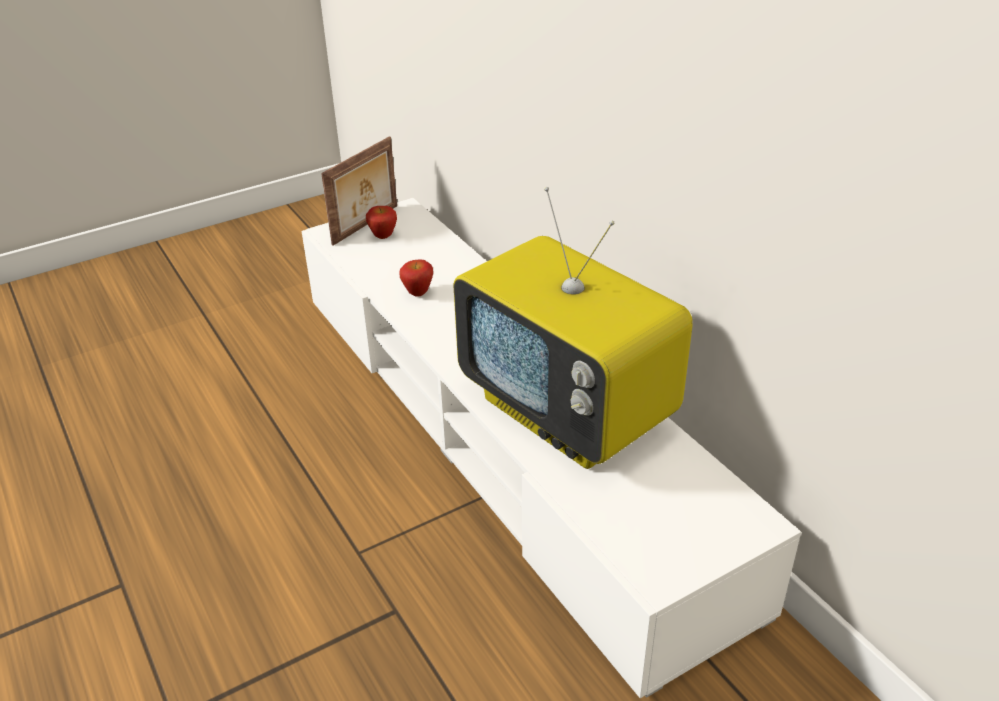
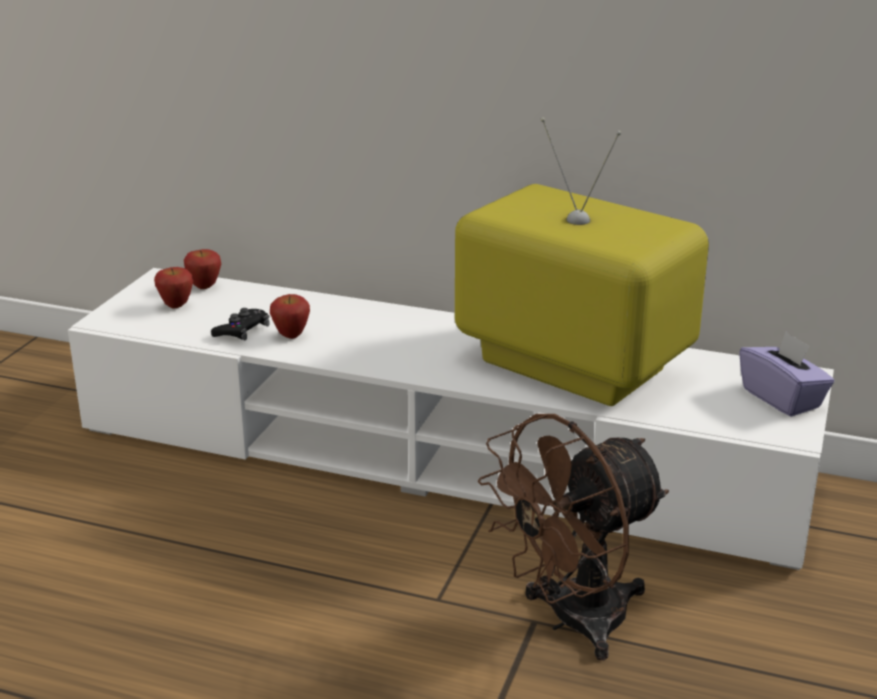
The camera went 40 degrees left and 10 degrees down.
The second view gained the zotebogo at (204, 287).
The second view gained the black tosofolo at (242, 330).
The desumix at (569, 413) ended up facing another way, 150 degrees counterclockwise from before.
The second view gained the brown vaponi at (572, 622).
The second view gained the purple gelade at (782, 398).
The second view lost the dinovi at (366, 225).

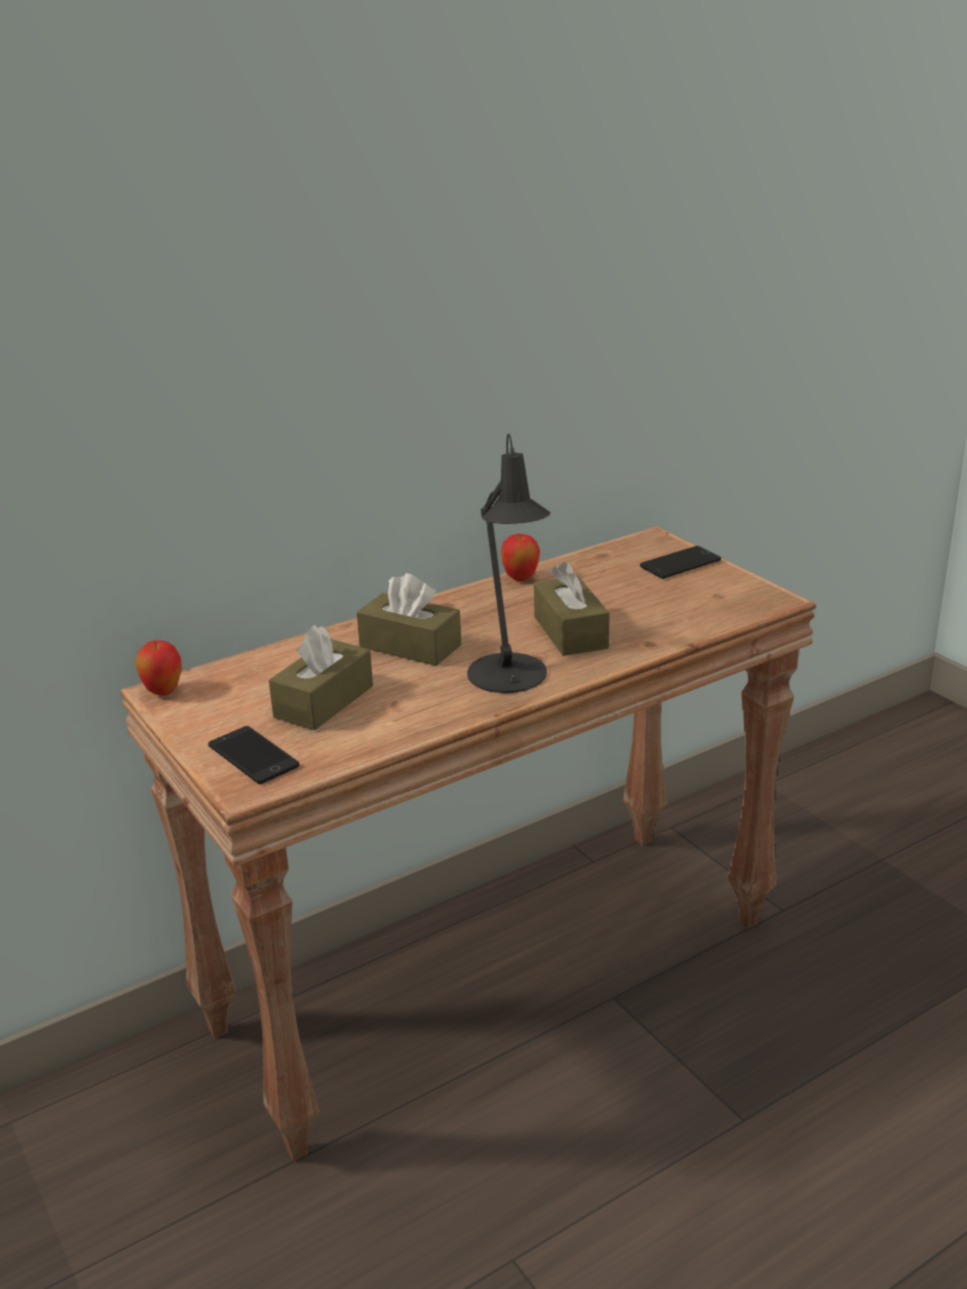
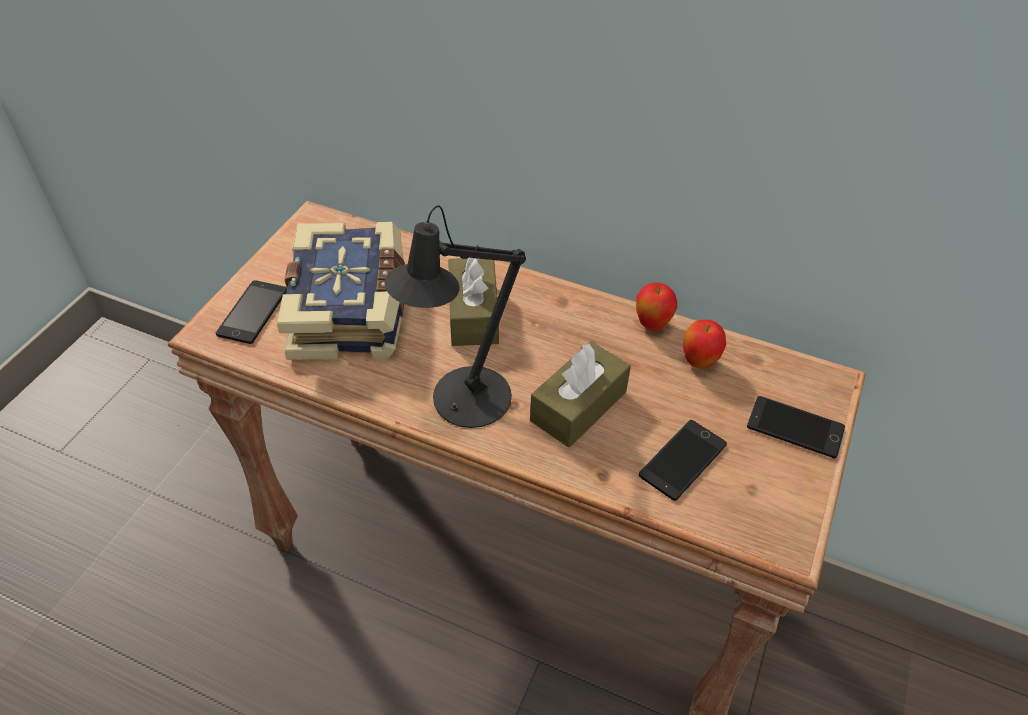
The camera went 55 degrees right and 20 degrees up.
Where the brown gelade stood at (324, 701), the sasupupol came to stand at (352, 309).
The second view gained the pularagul at (682, 460).
The zotebogo ended up elsewhere, having gone from (163, 692) to (699, 362).

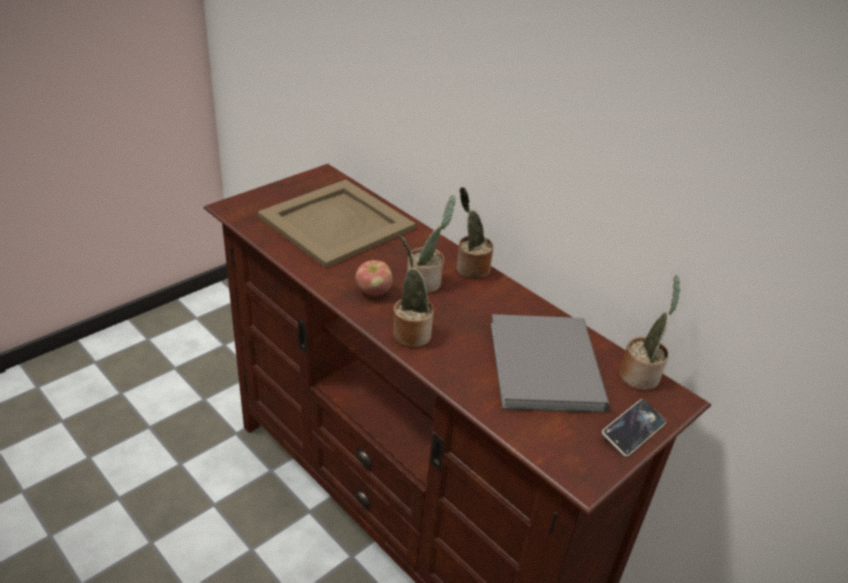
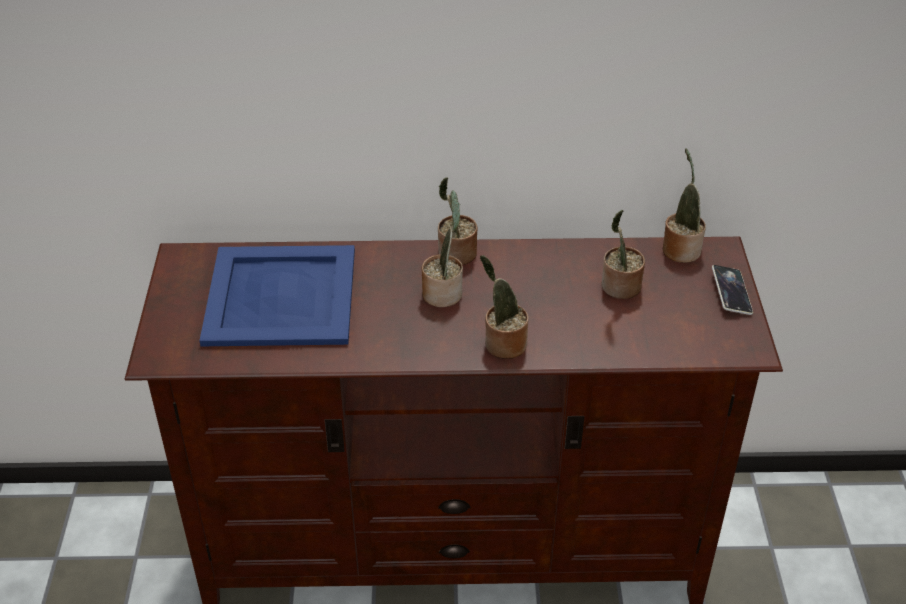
The camera went 45 degrees left and 5 degrees up.
What was the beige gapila at (336, 223) turned into the blue gapila at (282, 297).
Where the grey sasupupol stood at (548, 362), the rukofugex came to stand at (619, 287).
The second view lost the zotebogo at (373, 292).

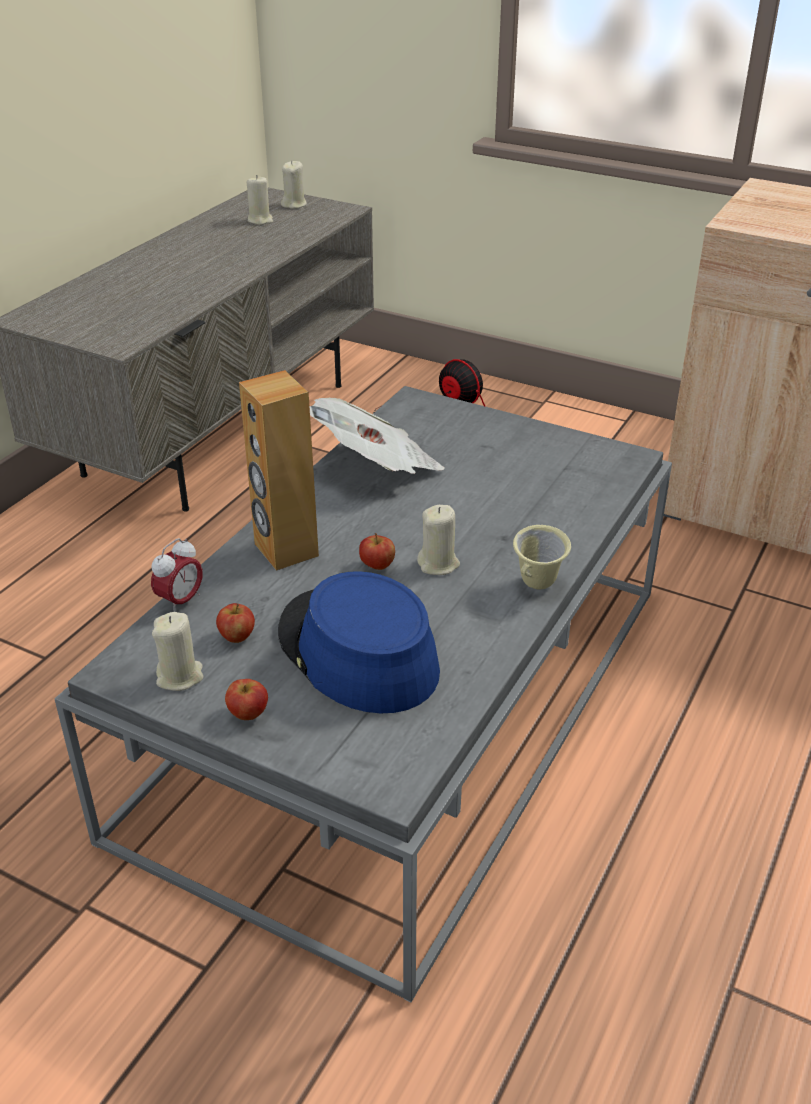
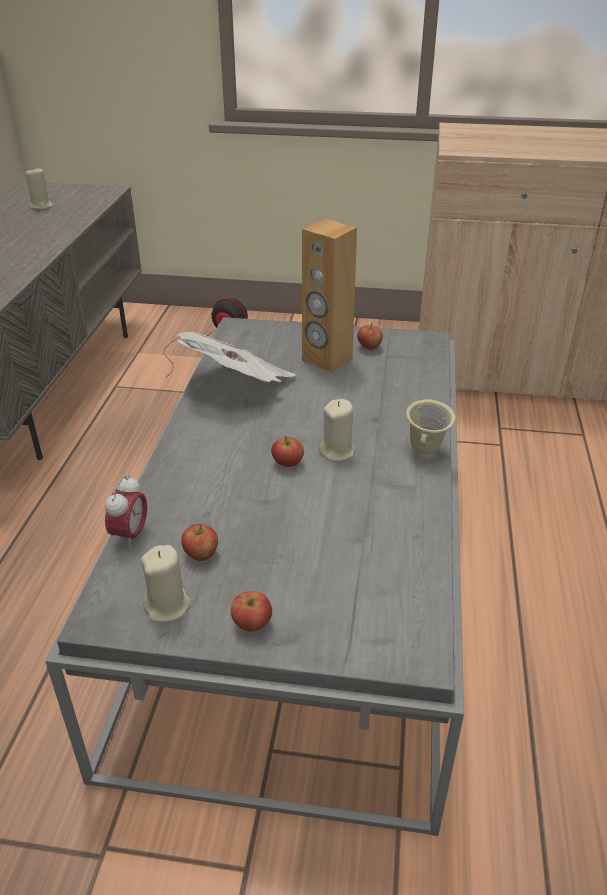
The camera went 20 degrees left and 0 degrees up.
The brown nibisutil ended up elsewhere, having gone from (285, 550) to (326, 360).
The second view gained the zotebogo at (369, 347).
The second view lost the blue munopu at (357, 652).
The second view lost the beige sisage at (294, 204).

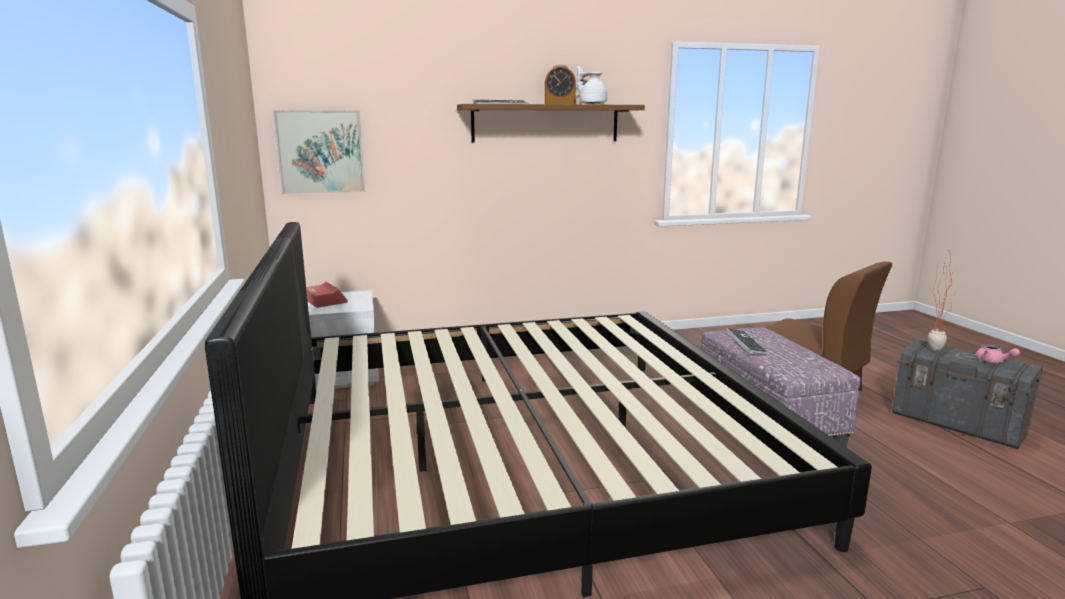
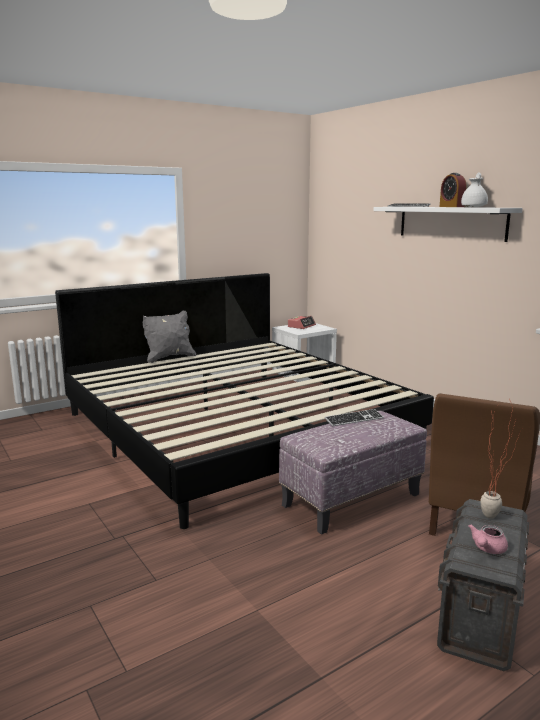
The camera went 70 degrees right and 0 degrees up.
The second view gained the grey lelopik at (169, 358).
What was the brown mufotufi at (545, 123) turned into the white mufotufi at (451, 222).
The second view lost the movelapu at (320, 152).

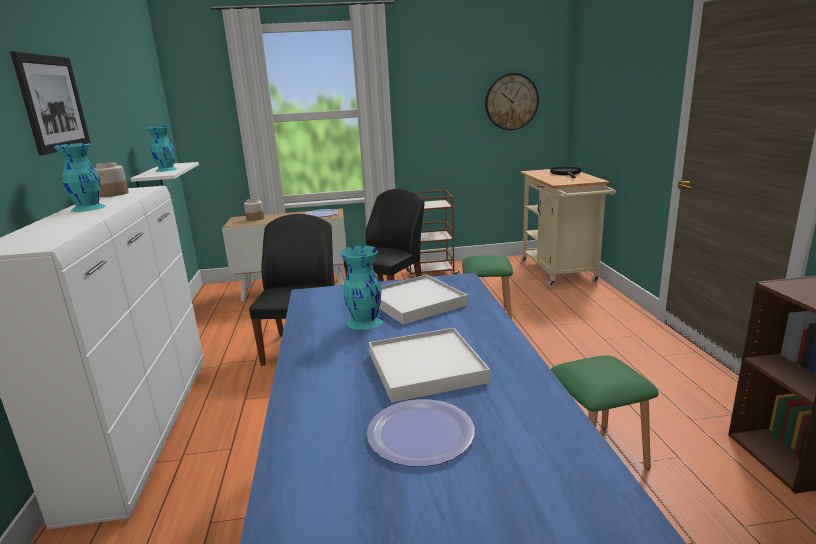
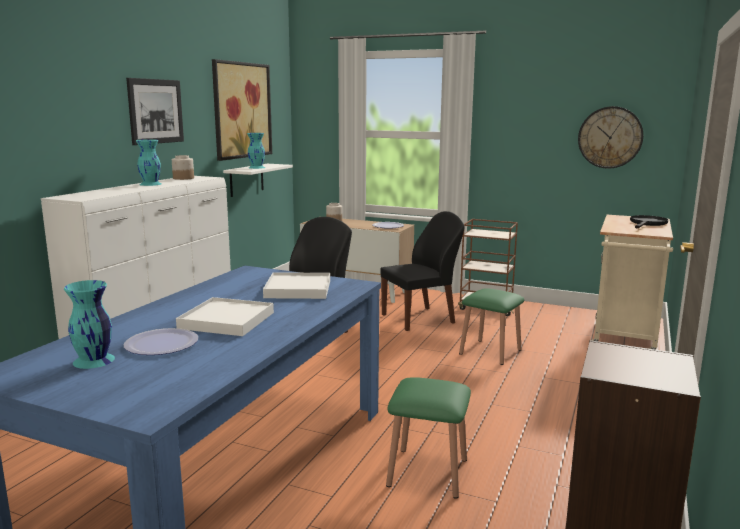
The camera went 30 degrees right and 5 degrees down.
The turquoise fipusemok ended up elsewhere, having gone from (365, 322) to (93, 361).
The second view gained the movelapu at (242, 110).

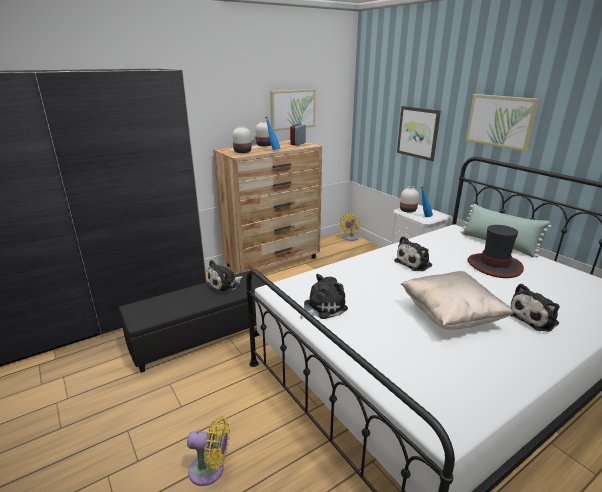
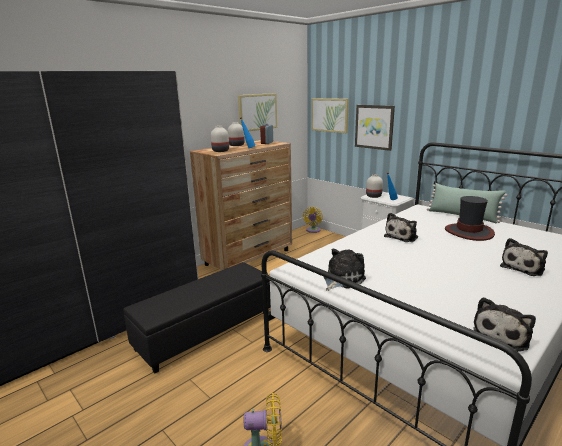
The camera went 10 degrees left and 5 degrees down.
The movelapu ended up elsewhere, having gone from (500, 121) to (330, 115).
The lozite ended up elsewhere, having gone from (225, 284) to (501, 334).
The second view lost the beige lelopik at (450, 316).

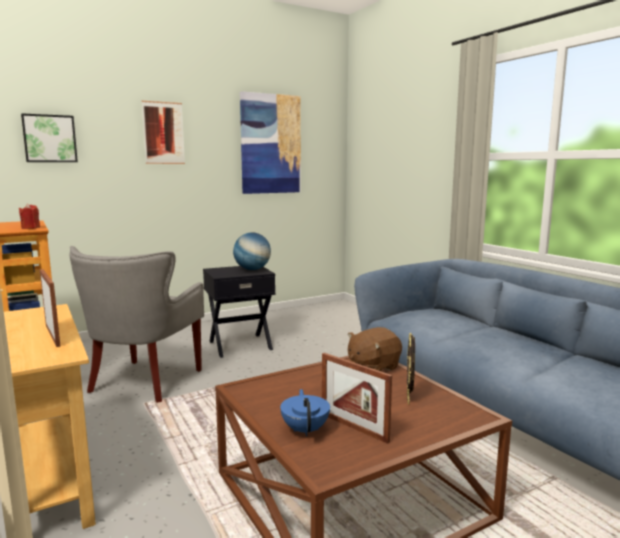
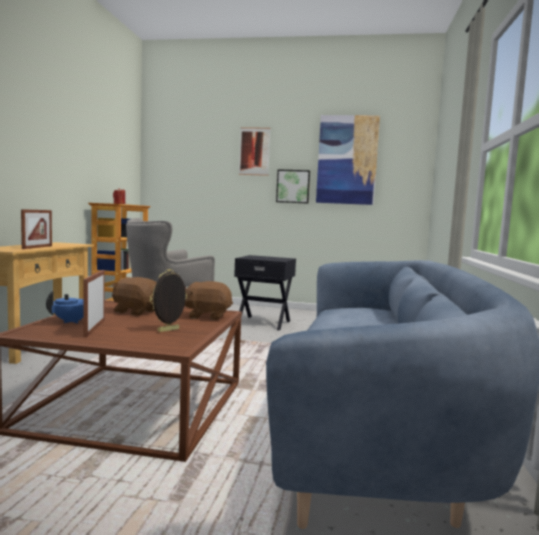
The camera went 40 degrees right and 5 degrees down.
The second view gained the brown lozite at (136, 311).
The movelapu ended up elsewhere, having gone from (50, 138) to (293, 186).
The second view lost the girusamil at (252, 269).

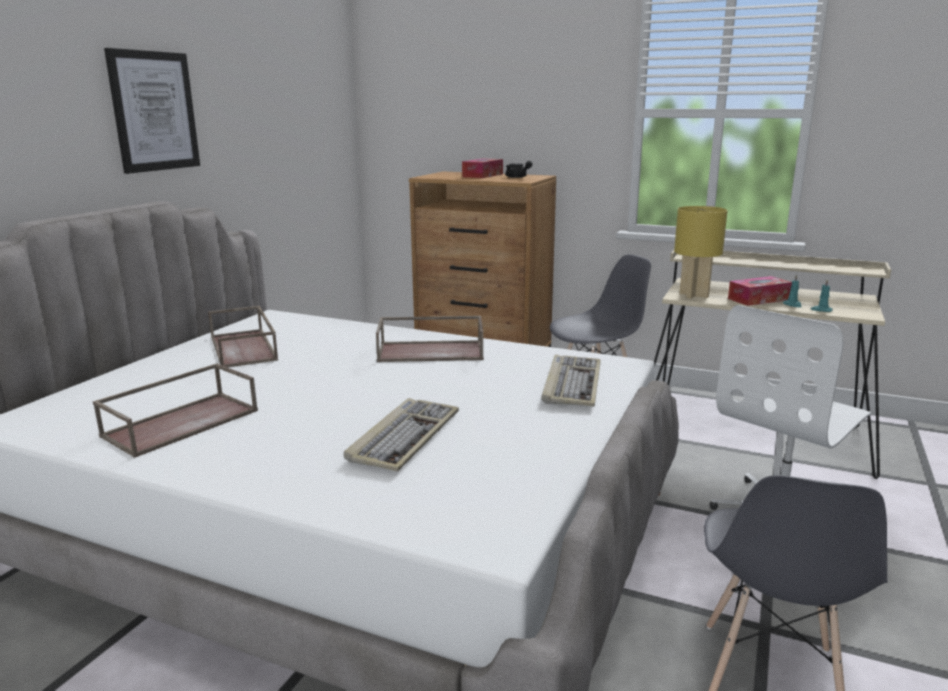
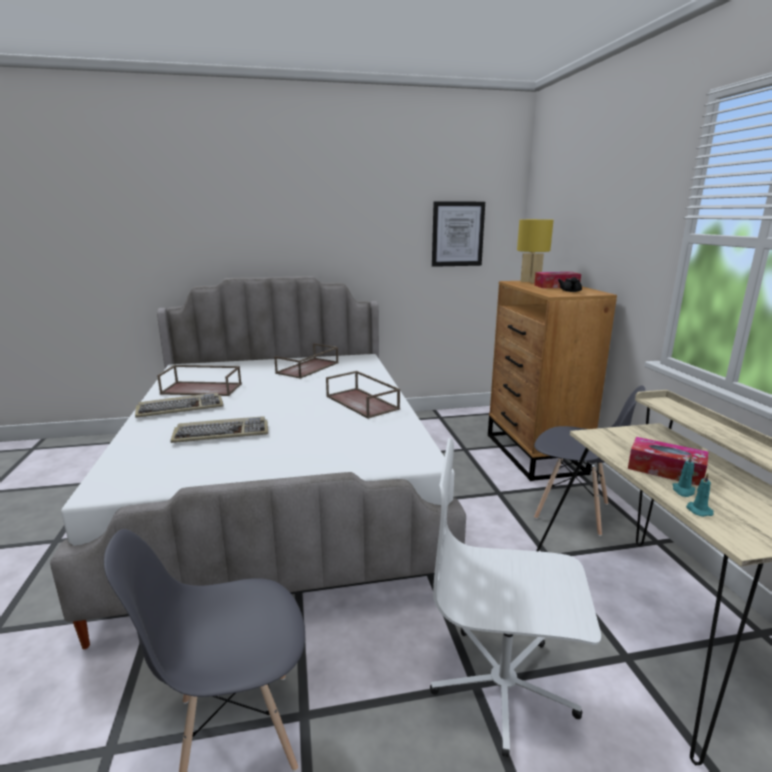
The camera went 55 degrees right and 0 degrees up.
The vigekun ended up elsewhere, having gone from (571, 383) to (181, 408).
The movelapu ended up elsewhere, having gone from (154, 111) to (457, 234).
The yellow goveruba ended up elsewhere, having gone from (693, 295) to (530, 281).

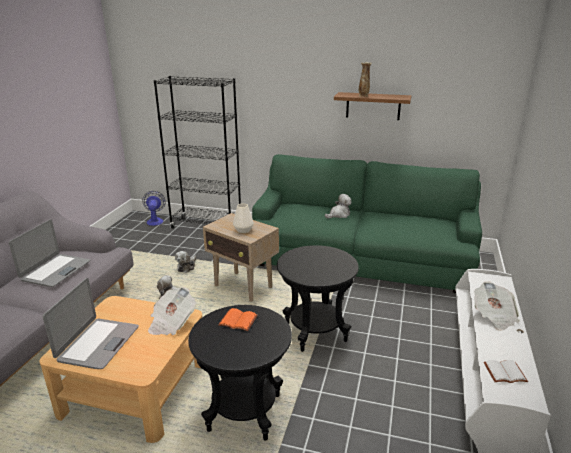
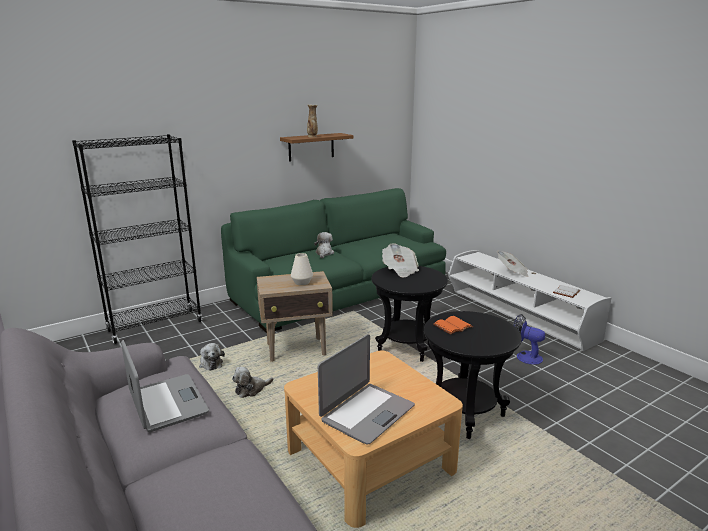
The camera went 50 degrees left and 5 degrees down.
The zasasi at (98, 344) ended up facing another way, 75 degrees clockwise from before.
The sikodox ended up elsewhere, having gone from (171, 323) to (400, 270).
The vaponi ended up elsewhere, having gone from (155, 220) to (524, 356).

